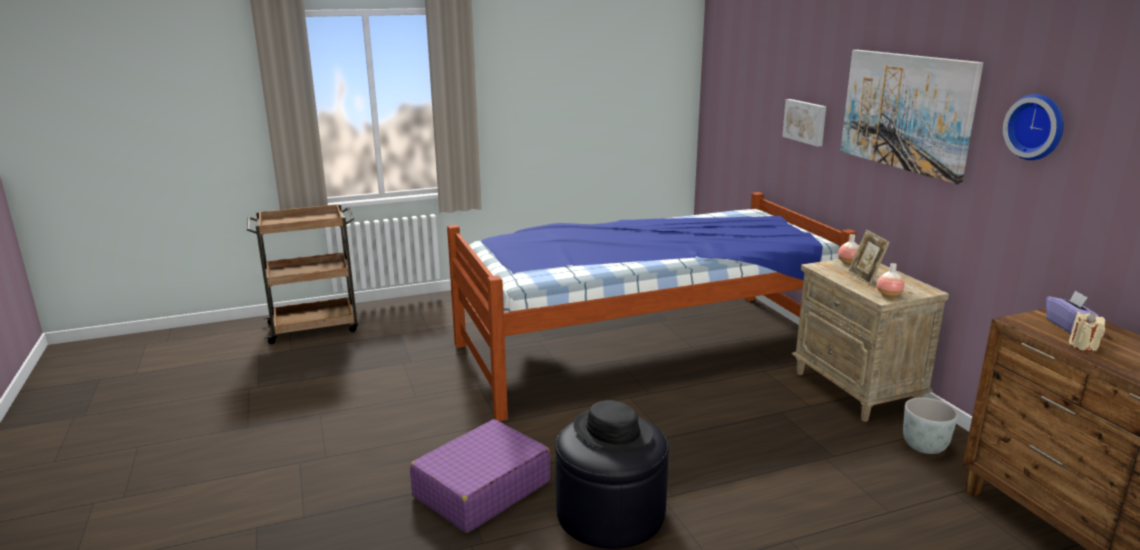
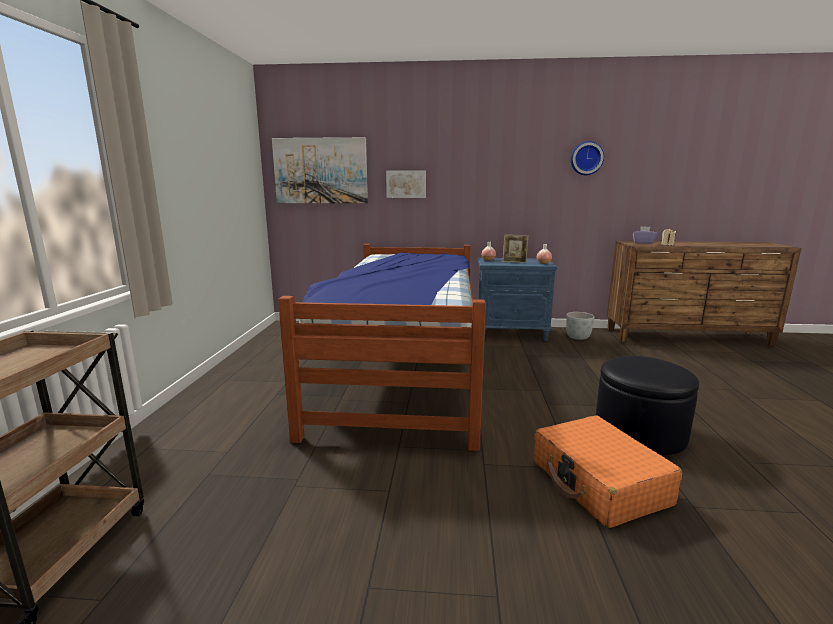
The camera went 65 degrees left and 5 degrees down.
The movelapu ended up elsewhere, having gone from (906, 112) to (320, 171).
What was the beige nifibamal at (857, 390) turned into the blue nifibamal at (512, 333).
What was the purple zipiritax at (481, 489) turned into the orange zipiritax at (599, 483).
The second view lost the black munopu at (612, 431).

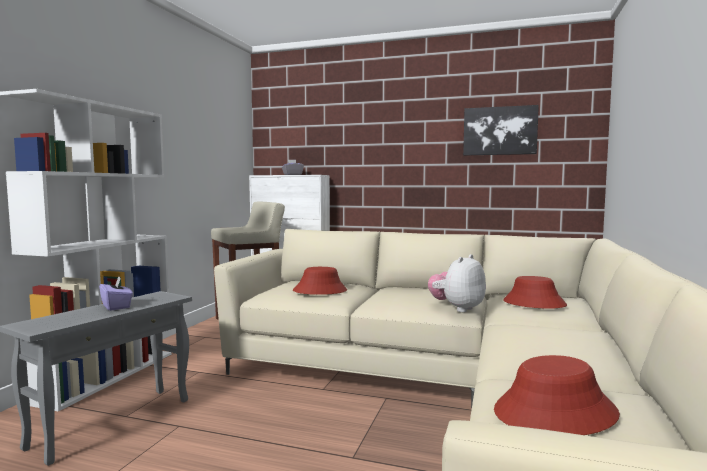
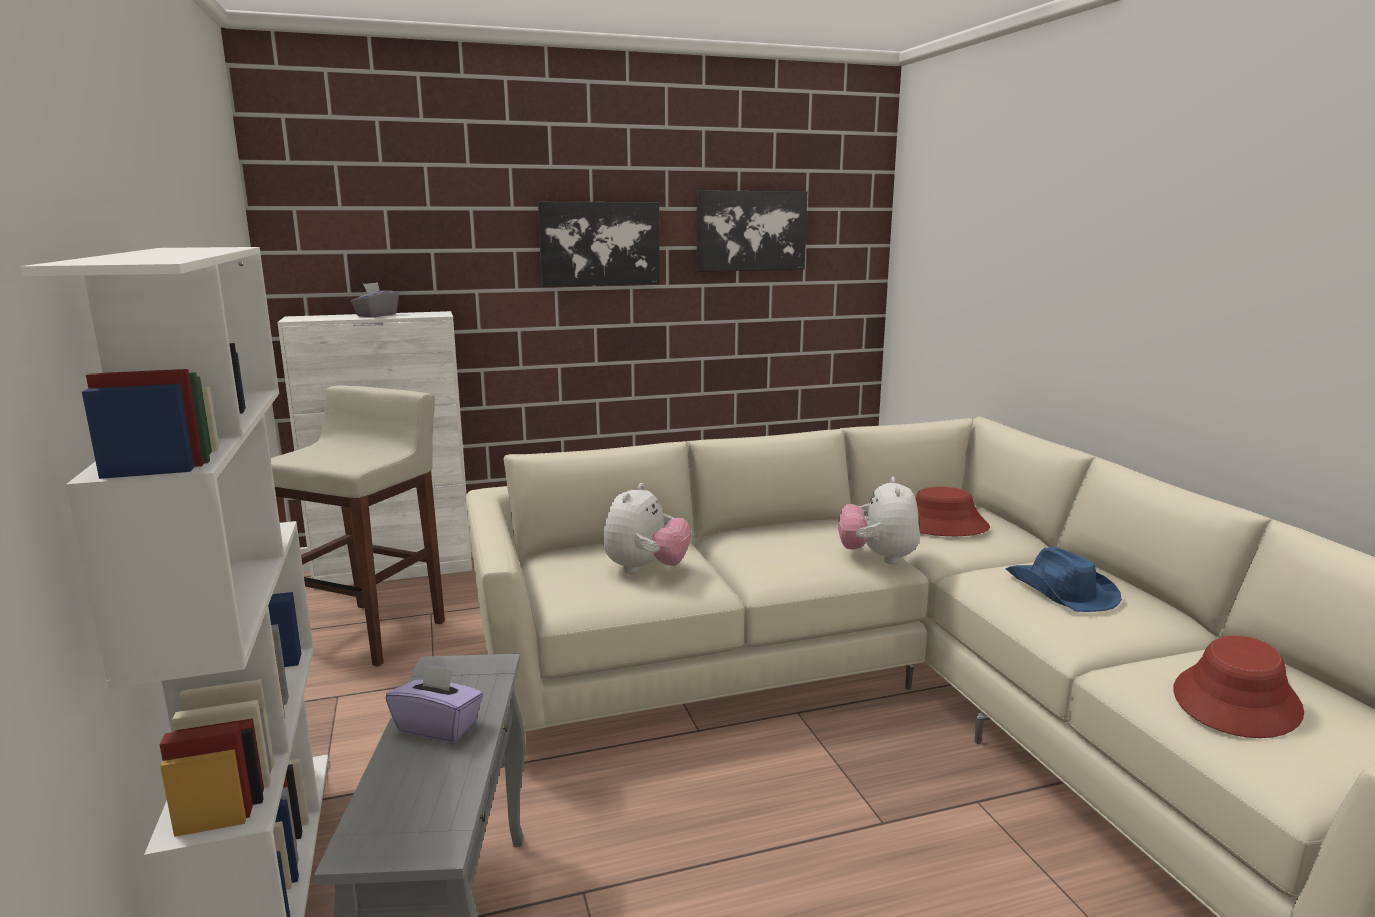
The camera went 35 degrees left and 10 degrees up.
The second view gained the movelapu at (599, 243).
Where the red munopu stood at (320, 291), the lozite came to stand at (645, 569).
The second view gained the blue munopu at (1060, 591).

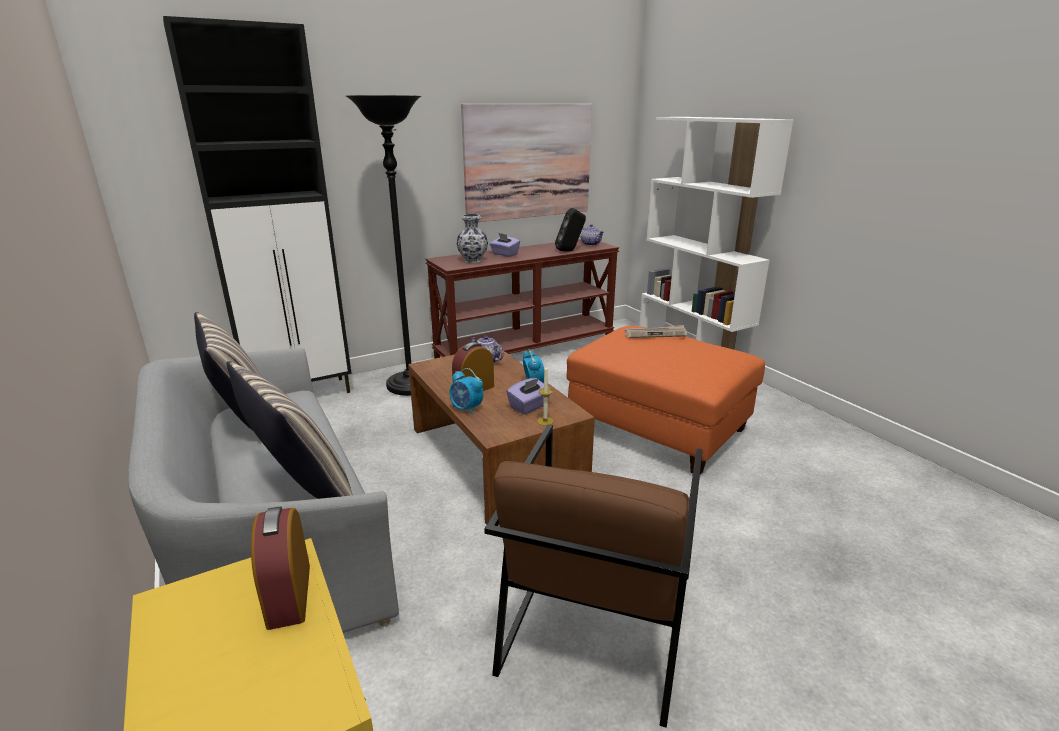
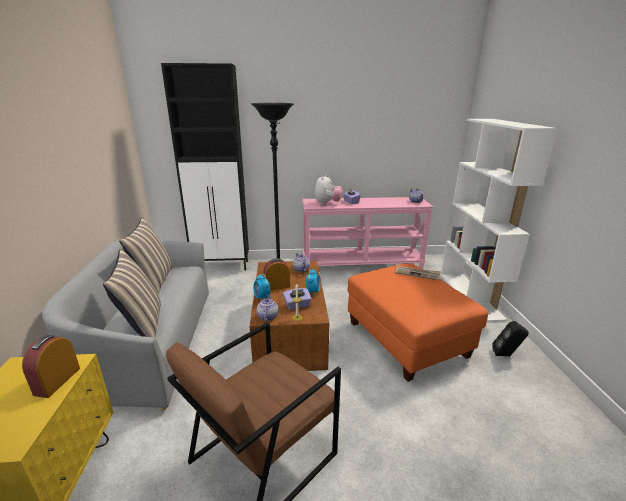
The camera went 25 degrees right and 0 degrees up.
The second view gained the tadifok at (267, 316).
What was the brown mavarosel at (526, 350) turned into the pink mavarosel at (362, 264).
Where the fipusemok stood at (472, 260), the lozite came to stand at (327, 203).
The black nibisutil ended up elsewhere, having gone from (570, 251) to (506, 355).
The second view lost the movelapu at (528, 162).

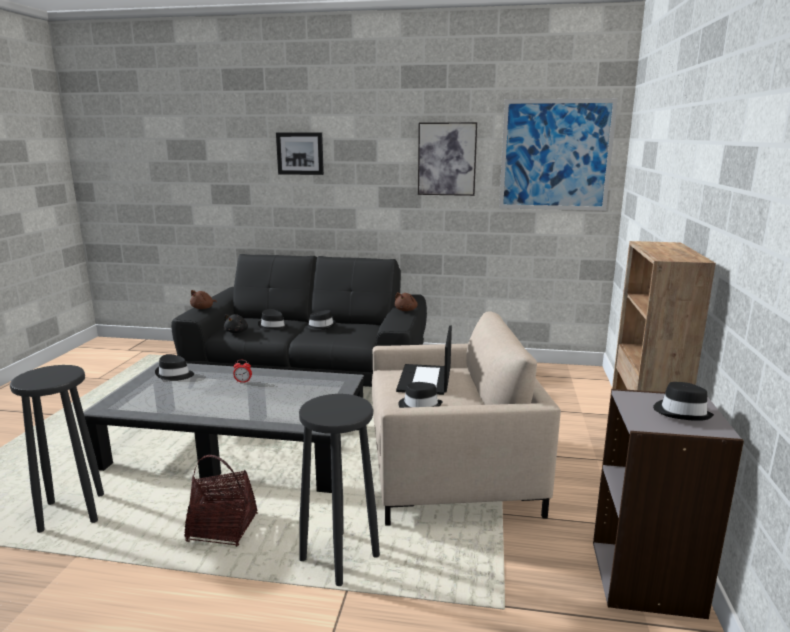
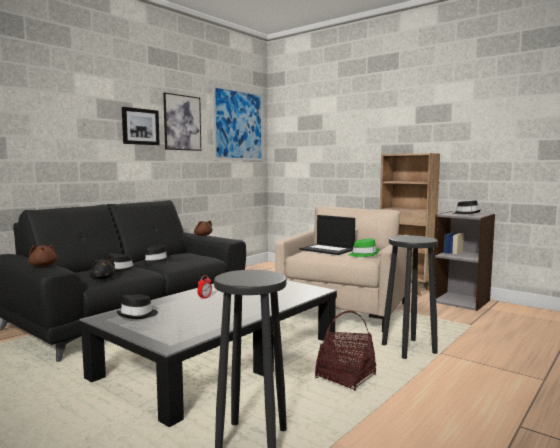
The camera went 60 degrees left and 10 degrees down.
The movelapu ended up elsewhere, having gone from (300, 153) to (140, 126).
What was the black munopu at (419, 405) turned into the green munopu at (363, 254).

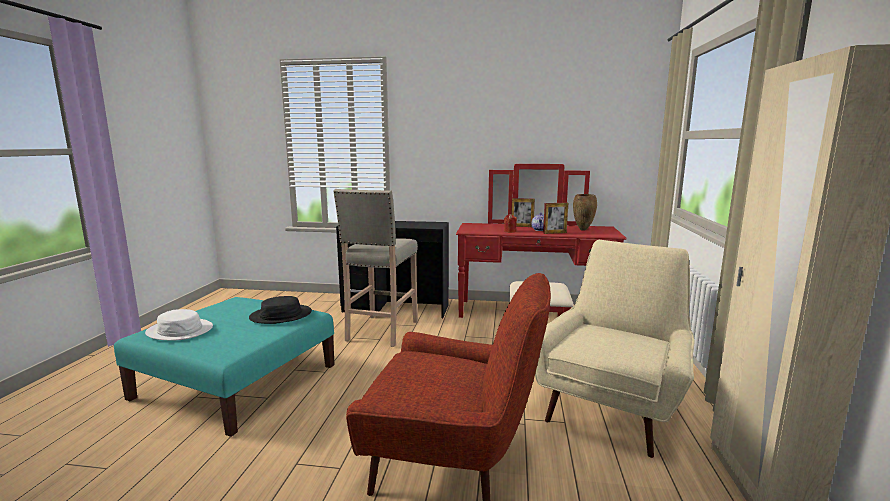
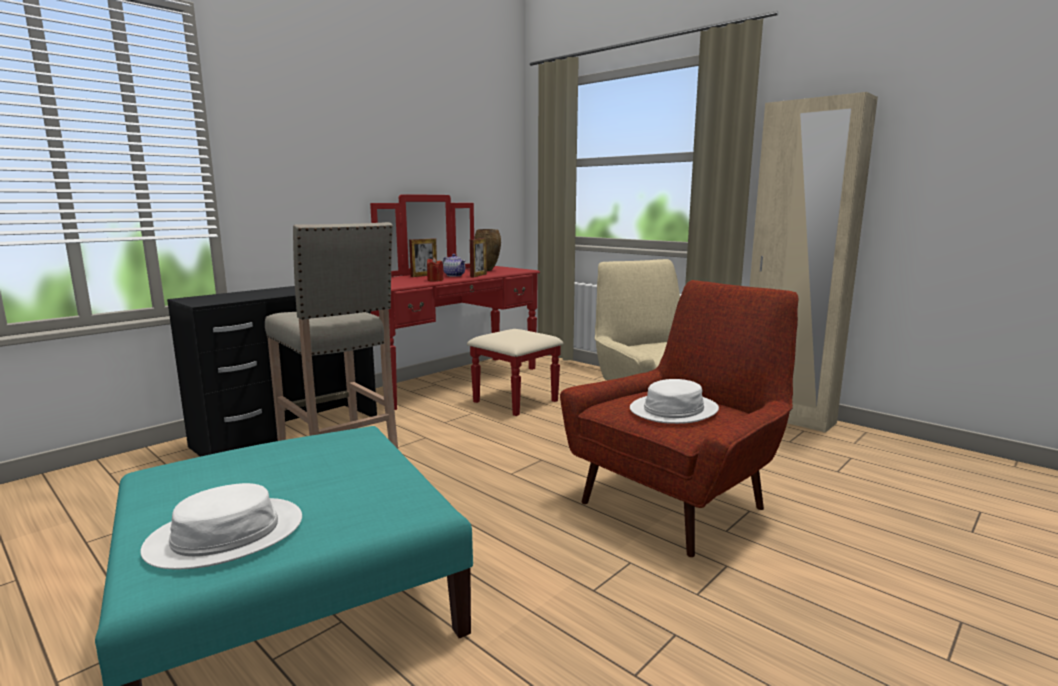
The camera went 55 degrees left and 0 degrees up.
The second view gained the white munopu at (673, 410).
The second view lost the black munopu at (281, 315).

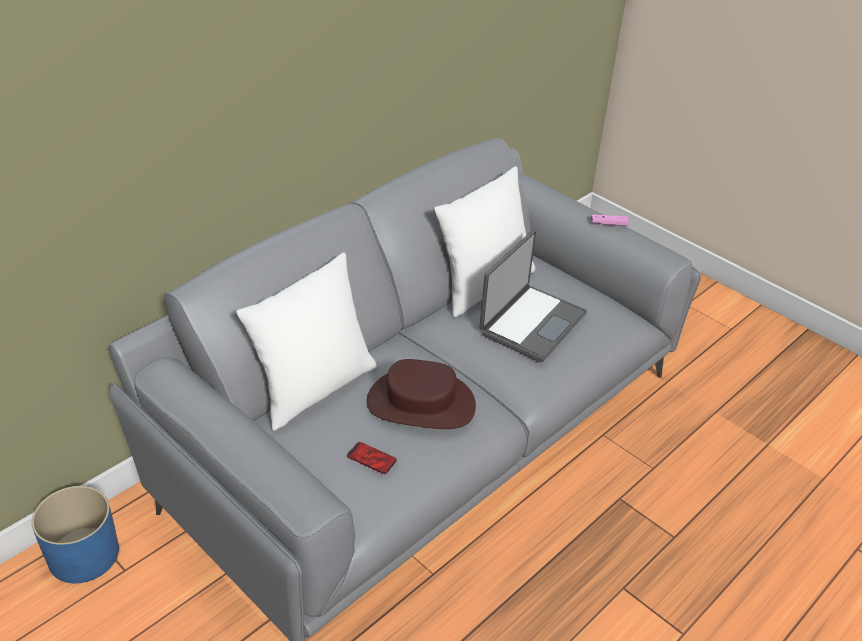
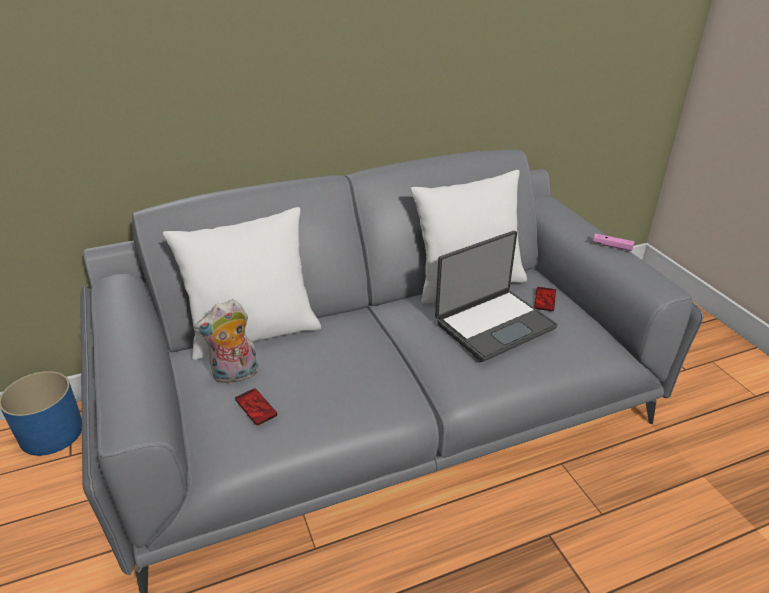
The camera went 25 degrees right and 5 degrees down.
The second view gained the lozite at (235, 375).
The second view gained the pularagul at (545, 299).
The second view lost the brown munopu at (420, 404).

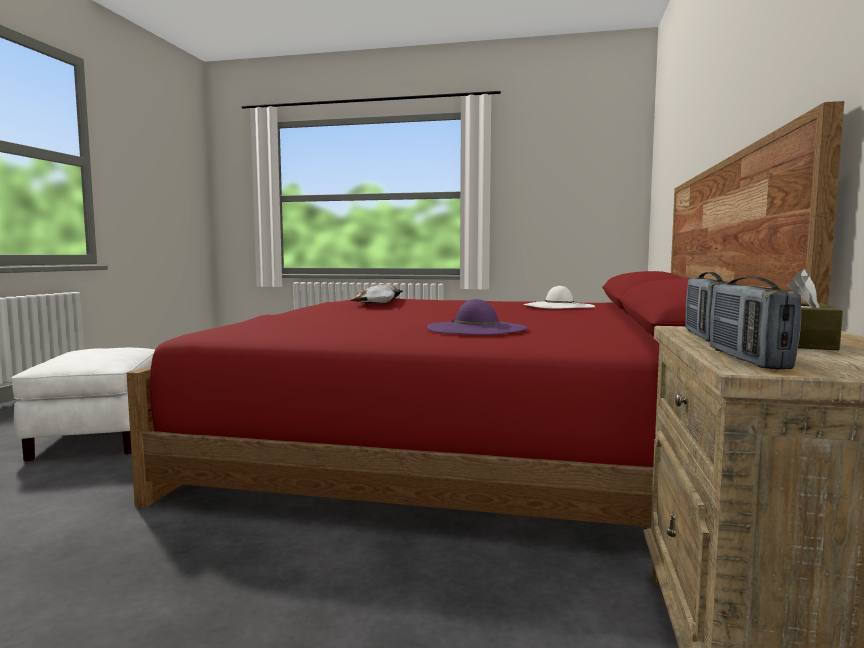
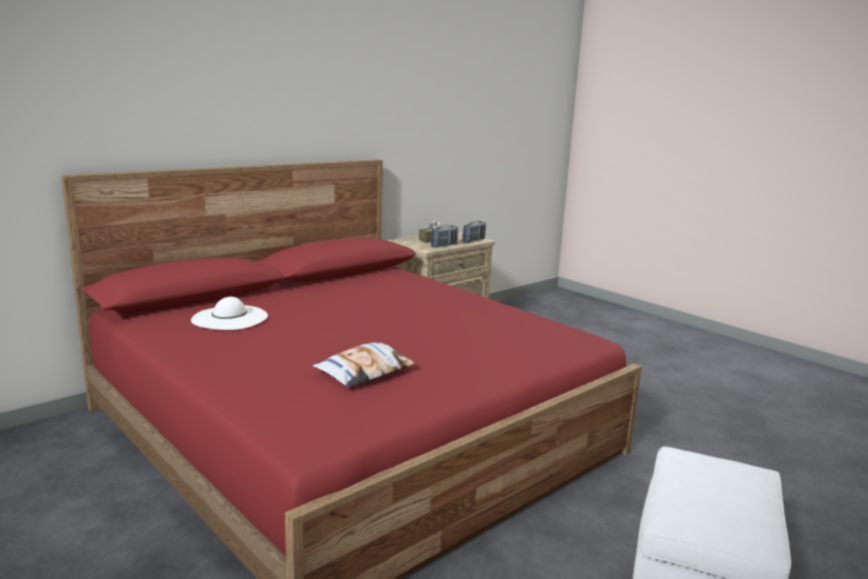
The camera went 145 degrees left and 10 degrees up.
The second view lost the purple munopu at (476, 328).

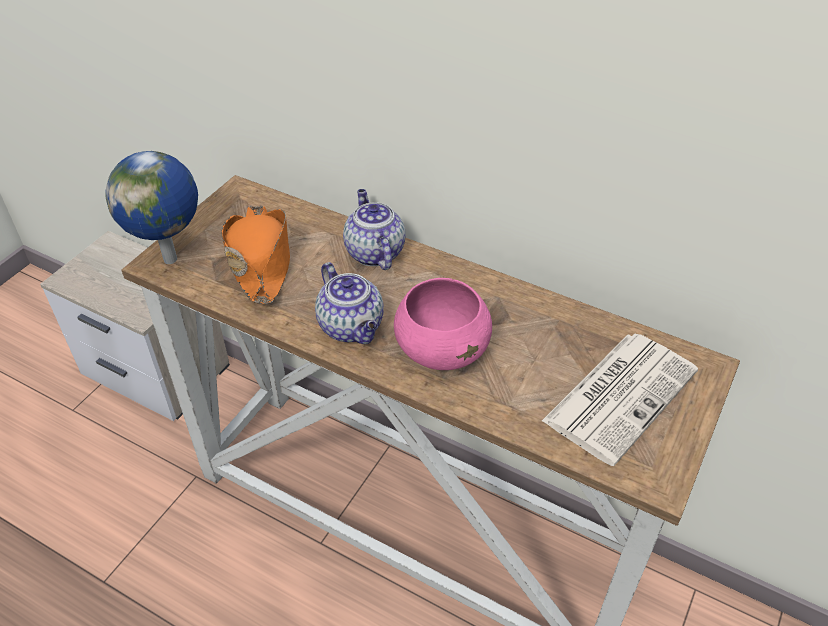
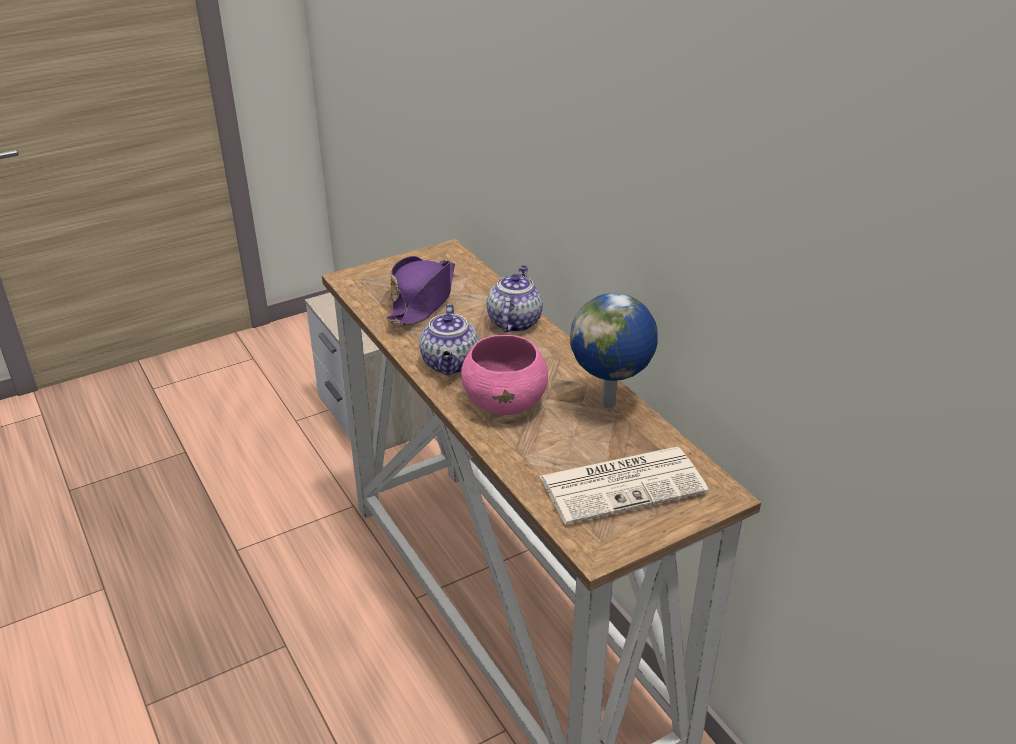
The camera went 30 degrees right and 10 degrees down.
What was the orange munopu at (260, 260) turned into the purple munopu at (423, 300).
The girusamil ended up elsewhere, having gone from (172, 259) to (610, 404).

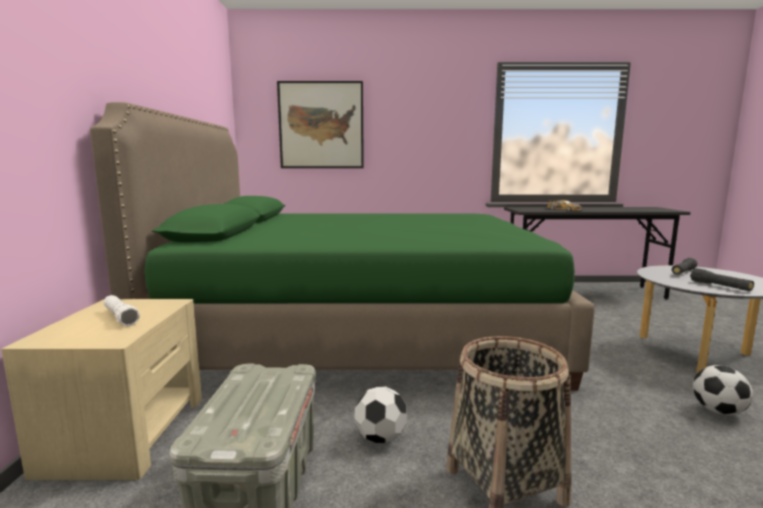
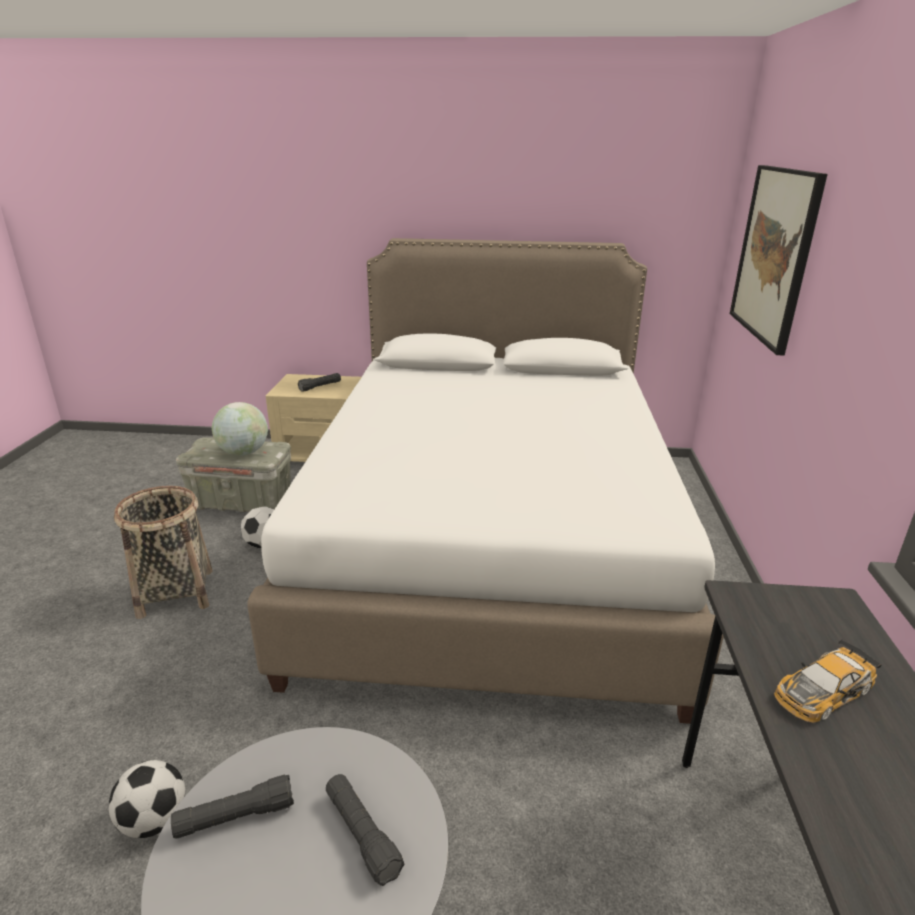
The camera went 95 degrees right and 15 degrees up.
The second view gained the girusamil at (243, 452).
What was the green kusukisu at (361, 331) turned into the white kusukisu at (489, 543).
What was the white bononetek at (120, 317) turned into the black bononetek at (320, 387).

